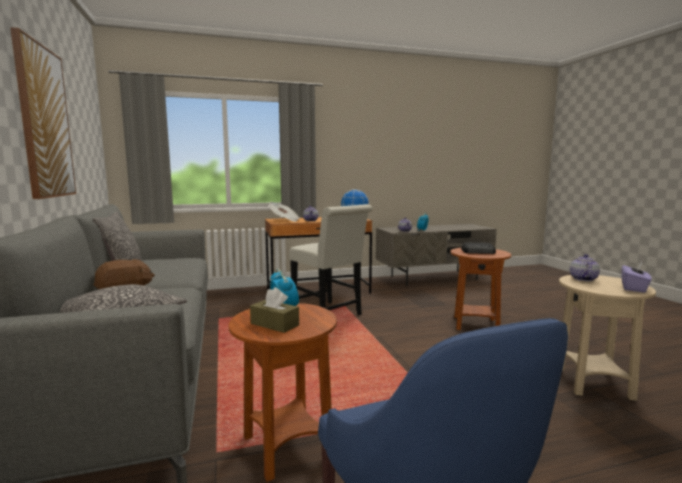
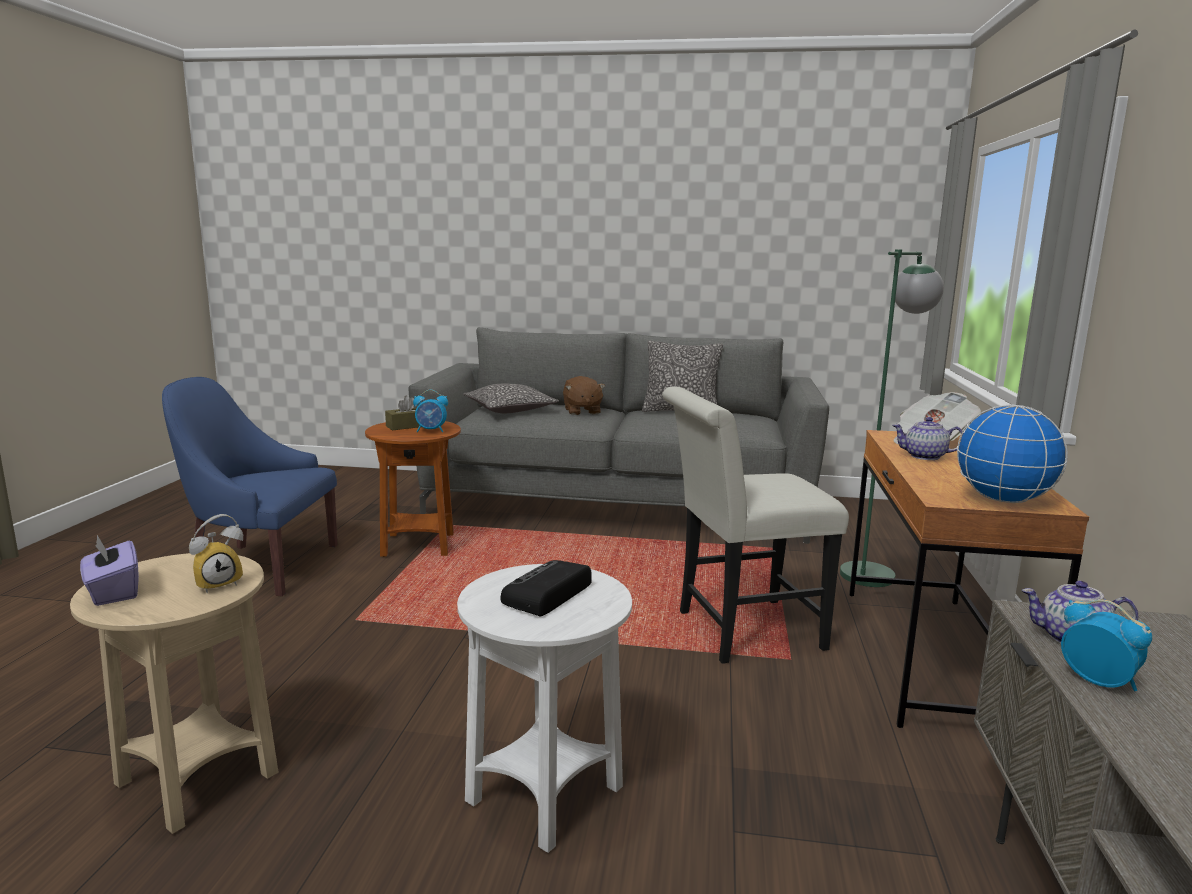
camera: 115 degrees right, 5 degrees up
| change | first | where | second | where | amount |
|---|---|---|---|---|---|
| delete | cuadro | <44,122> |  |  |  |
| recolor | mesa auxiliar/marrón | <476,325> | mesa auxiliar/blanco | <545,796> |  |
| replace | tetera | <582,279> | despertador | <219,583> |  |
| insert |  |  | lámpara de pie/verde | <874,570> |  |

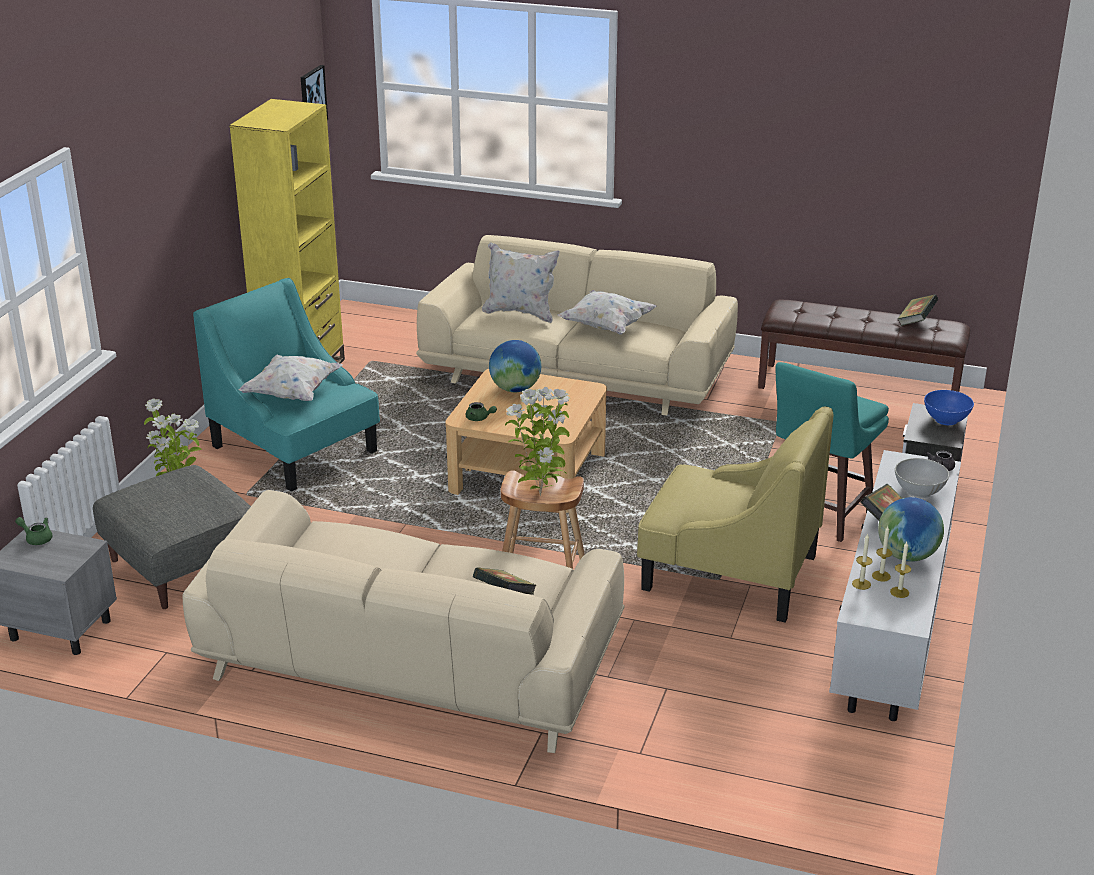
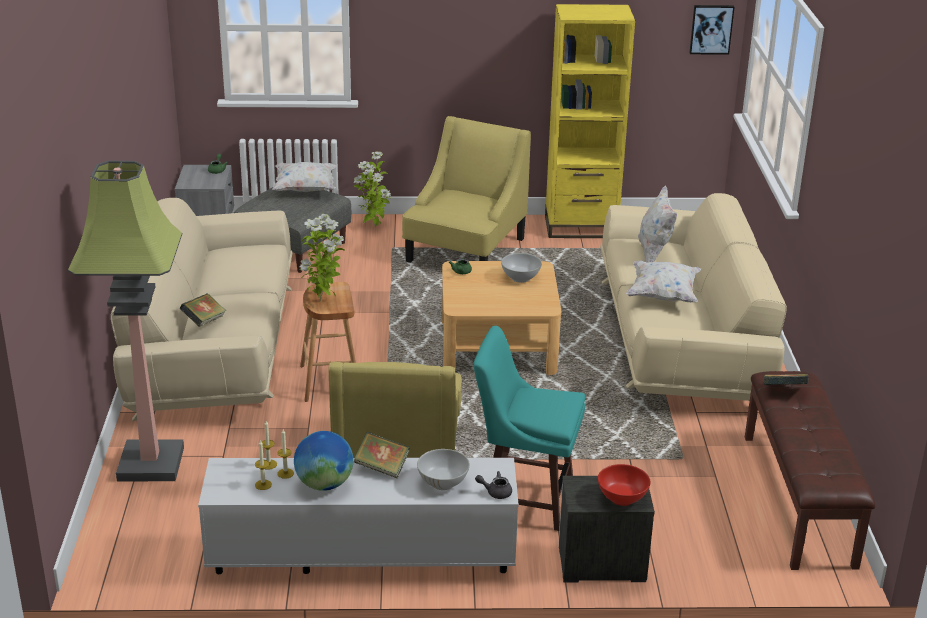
camera: 70 degrees right, 0 degrees up
| change | first | where | second | where | amount |
|---|---|---|---|---|---|
| recolor | sillón/turquesa | <295,449> | sillón/amarillo | <465,250> |  |
| move | cojín/blanco | <293,393> |  | <305,189> |  |
| replace | globo terráqueo | <515,389> | cuenco/blanco | <520,278> |  |
| move | libro | <916,321> |  | <784,391> |  |
| recolor | cuenco/azul | <946,420> | cuenco/rojo | <622,498> |  |
| insert |  |  | lámpara de pie | <150,463> |  |

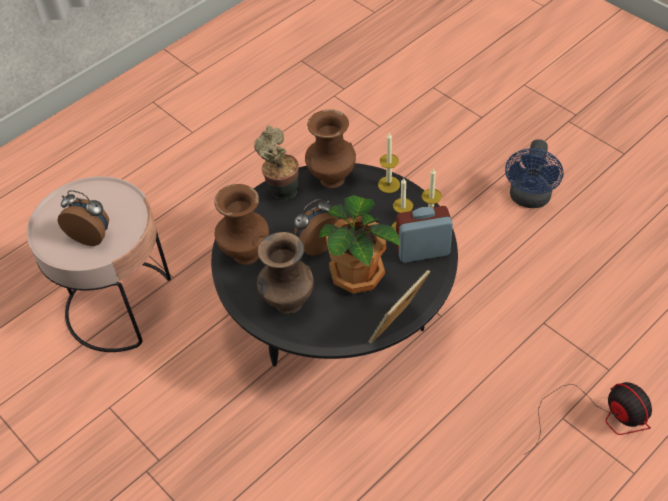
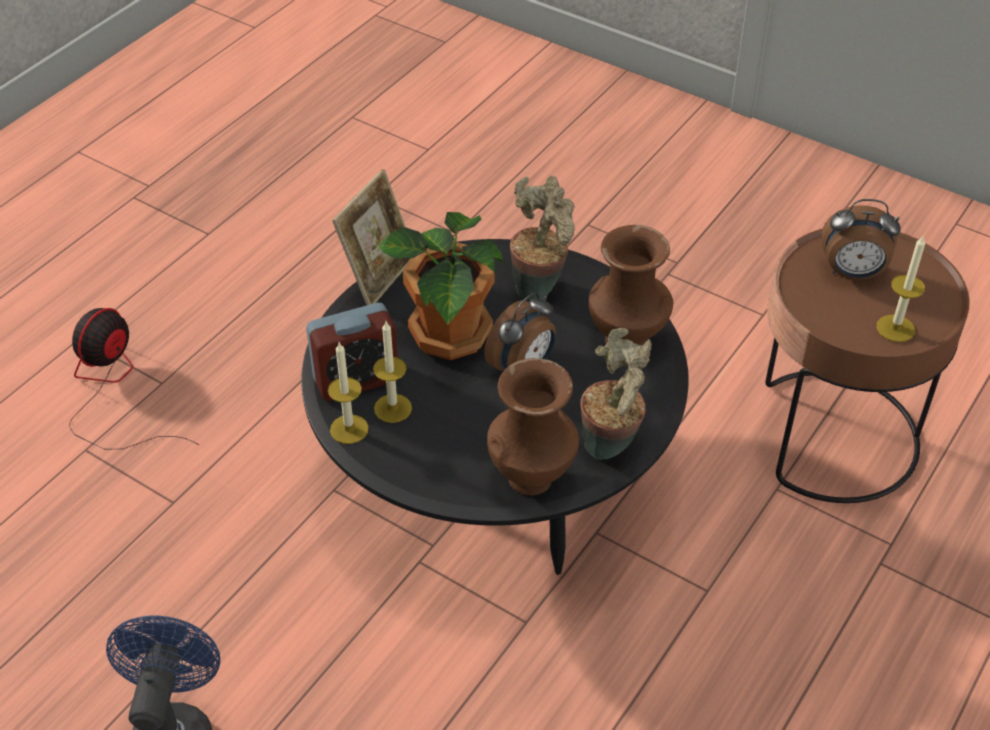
camera: 165 degrees right, 5 degrees down
| change | first | where | second | where | amount |
|---|---|---|---|---|---|
| recolor | mesa auxiliar/rosa | <121,305> | mesa auxiliar/marrón | <831,436> |  |
| replace | florero/marrón | <287,303> | planta en maceta | <539,286> |  |
| move | vela | <389,184> |  | <895,328> |  |
| rotate | ventilador | <598,417> |  | <113,390> | 75 degrees clockwise |

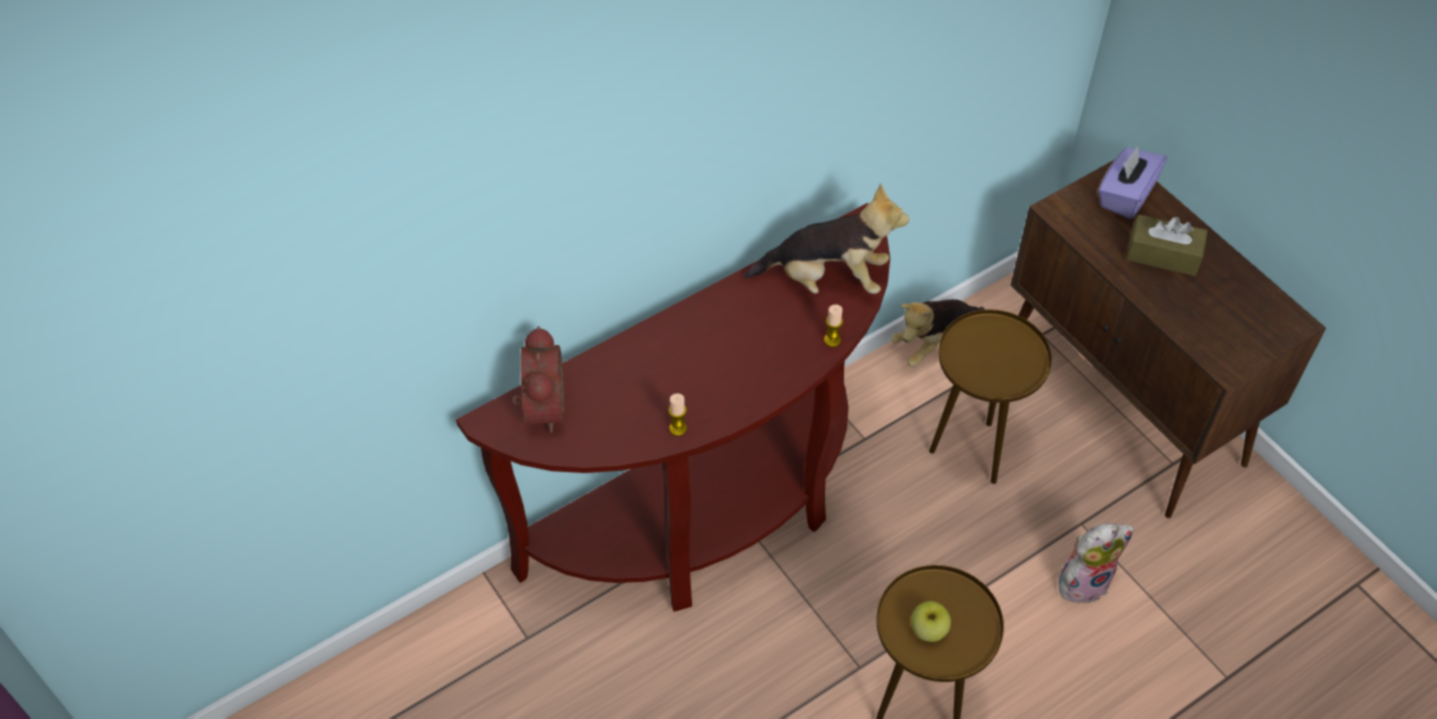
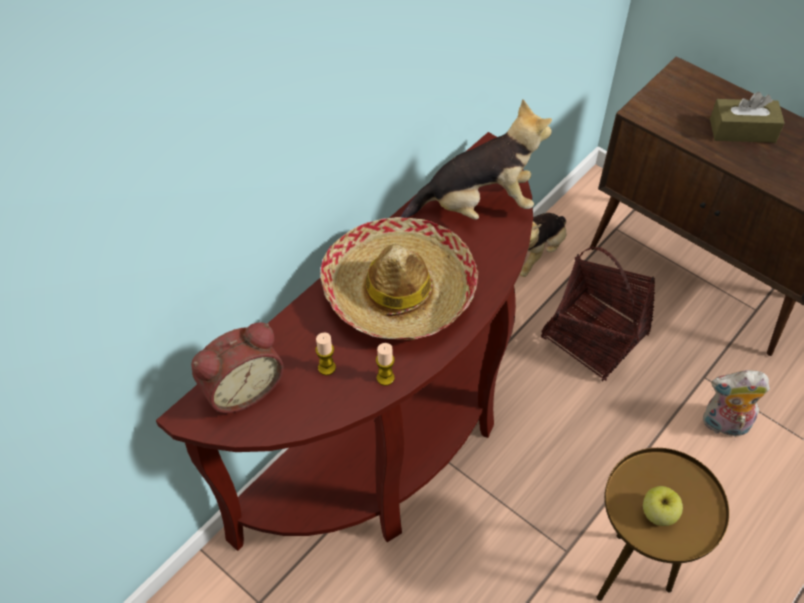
camera: 15 degrees left, 0 degrees up
| change | first | where | second | where | amount |
|---|---|---|---|---|---|
| rotate | despertador | <540,407> |  | <241,388> | 75 degrees clockwise |
| move | vela | <832,340> |  | <326,367> |  |
| replace | mesa auxiliar/marrón | <971,452> | cesta | <594,337> |  |
| rotate | peluche | <1083,580> |  | <724,425> | 135 degrees counterclockwise |
| delete | caja de pañuelos/morado | <1125,196> |  |  |  |
| insert |  |  | sombrero | <399,290> |  |

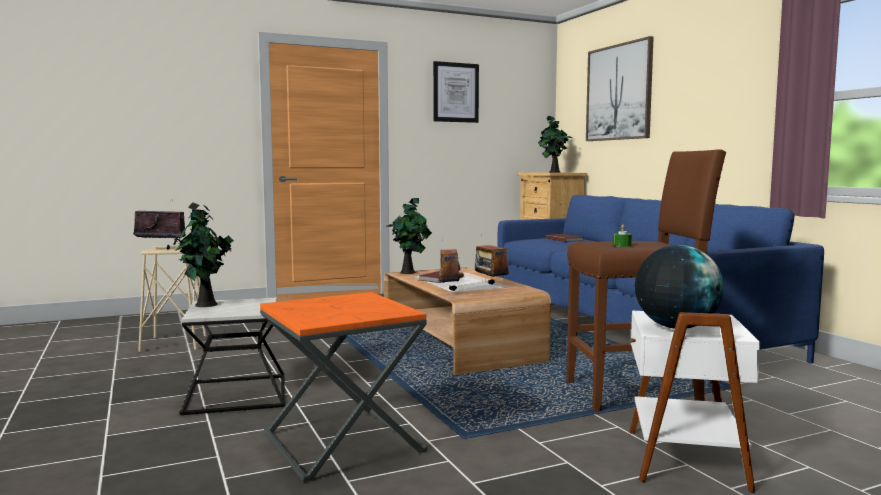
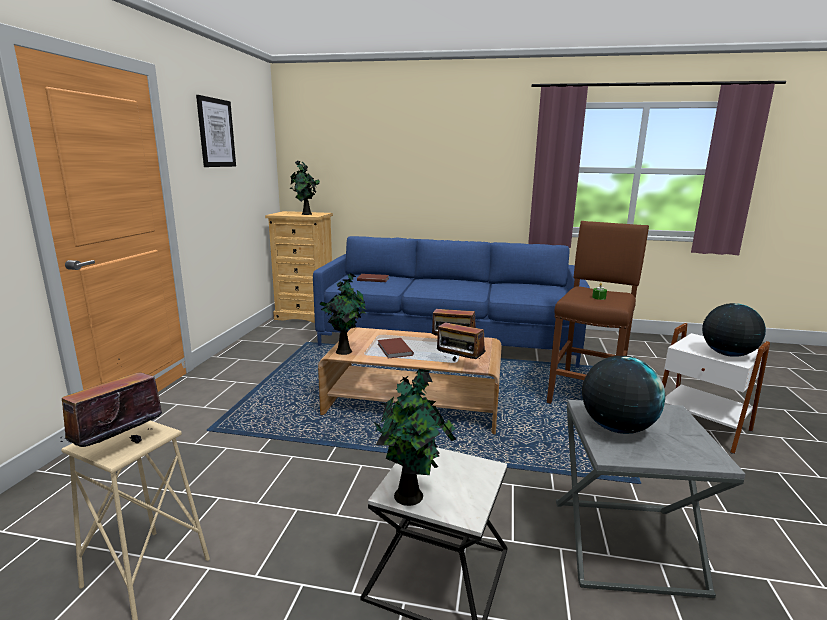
camera: 55 degrees left, 10 degrees up
| change | first | where | second | where | amount |
|---|---|---|---|---|---|
| recolor | mesa auxiliar/naranja | <342,443> | mesa auxiliar/gris | <625,545> |  |
| delete | cuadro | <619,92> |  |  |  |
| insert |  |  | globo terráqueo | <616,428> |  |

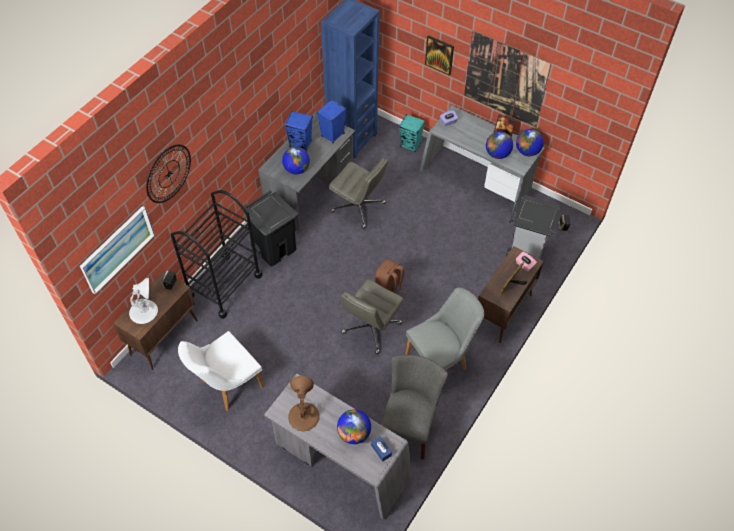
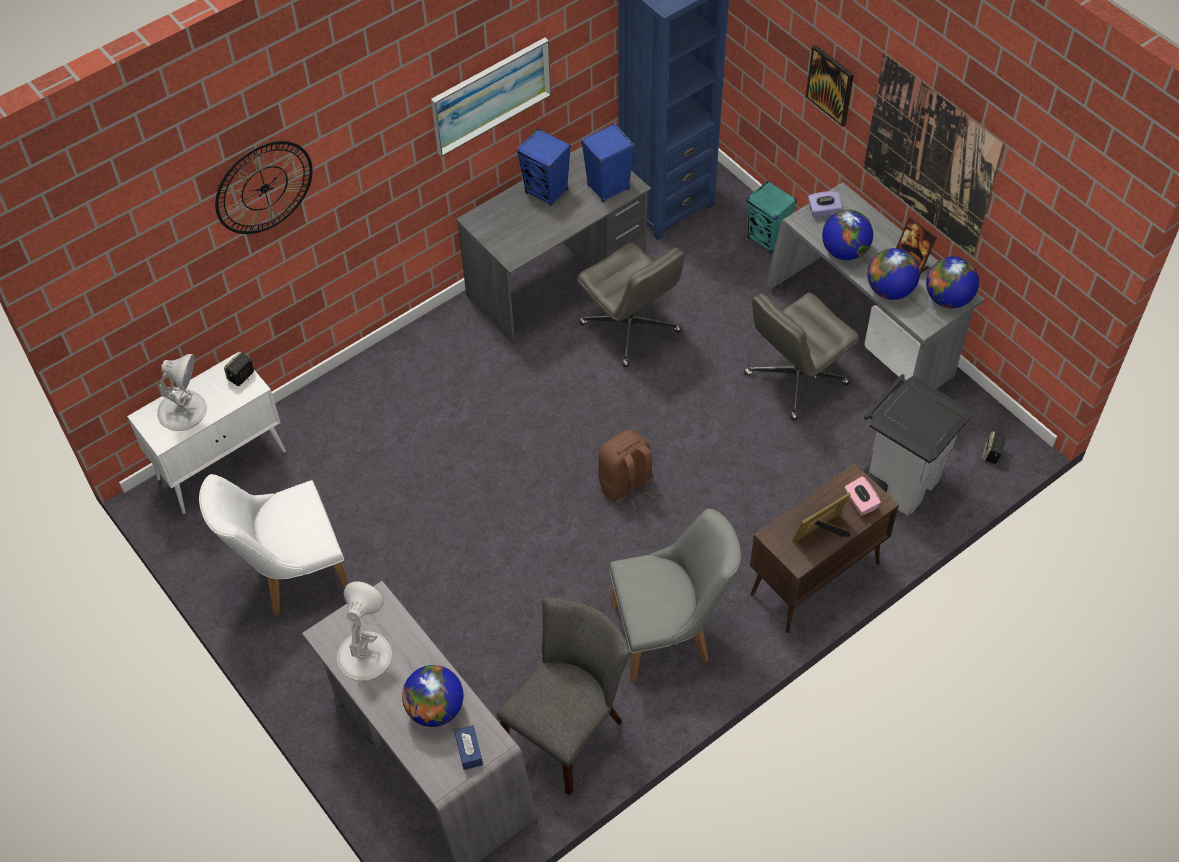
camera: 20 degrees right, 0 degrees up
| change | first | where | second | where | amount |
|---|---|---|---|---|---|
| move | cuadro | <117,249> |  | <491,95> |  |
| recolor | armario/marrón | <164,337> | armario/blanco | <223,464> |  |
| delete | carrito/negro | <224,285> |  |  |  |
| delete | papelera/negro | <275,248> |  |  |  |
| move | globo terráqueo | <296,169> |  | <844,251> |  |
| recolor | lámpara de mesa/marrón | <303,416> | lámpara de mesa/blanco | <364,654> |  |
| move | silla de oficina/gris | <371,329> |  | <795,380> |  |

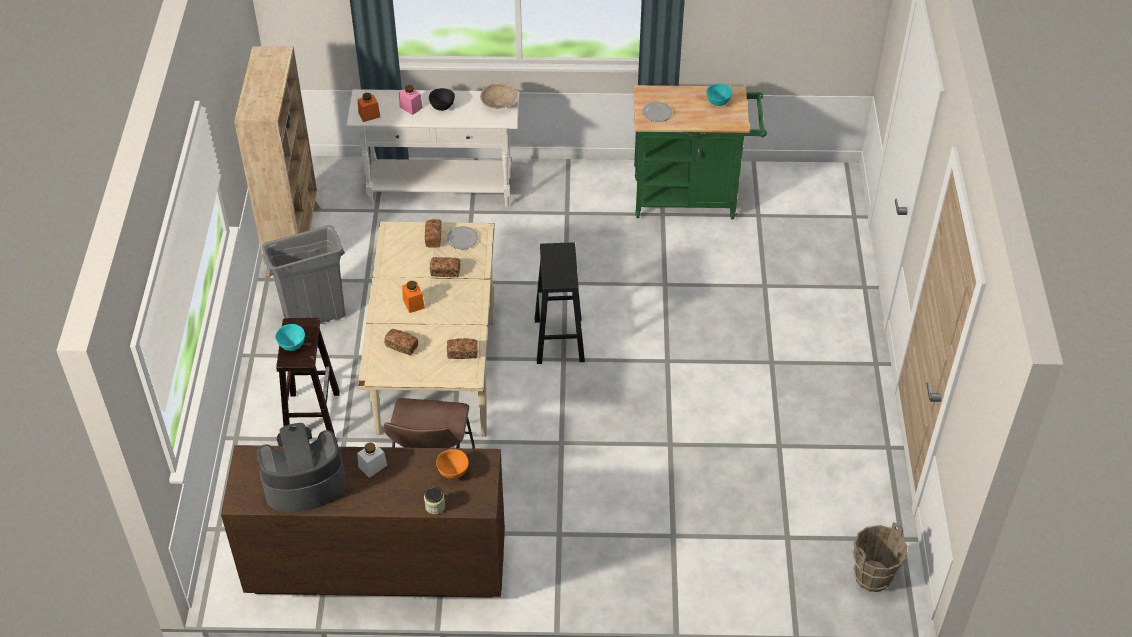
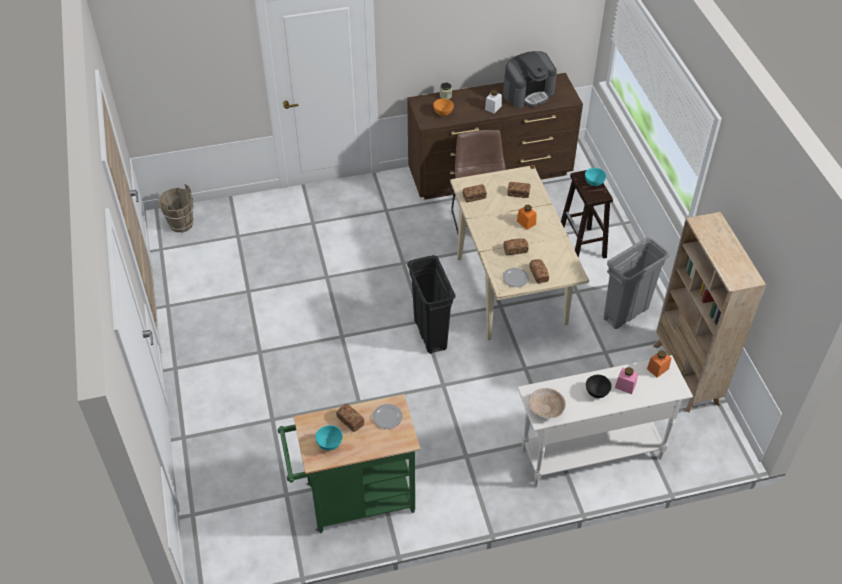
camera: 165 degrees right, 0 degrees up
| change | first | where | second | where | amount |
|---|---|---|---|---|---|
| replace | taburete/negro | <559,341> | papelera/negro | <430,334> |  |
| insert |  |  | pan | <350,421> |  |

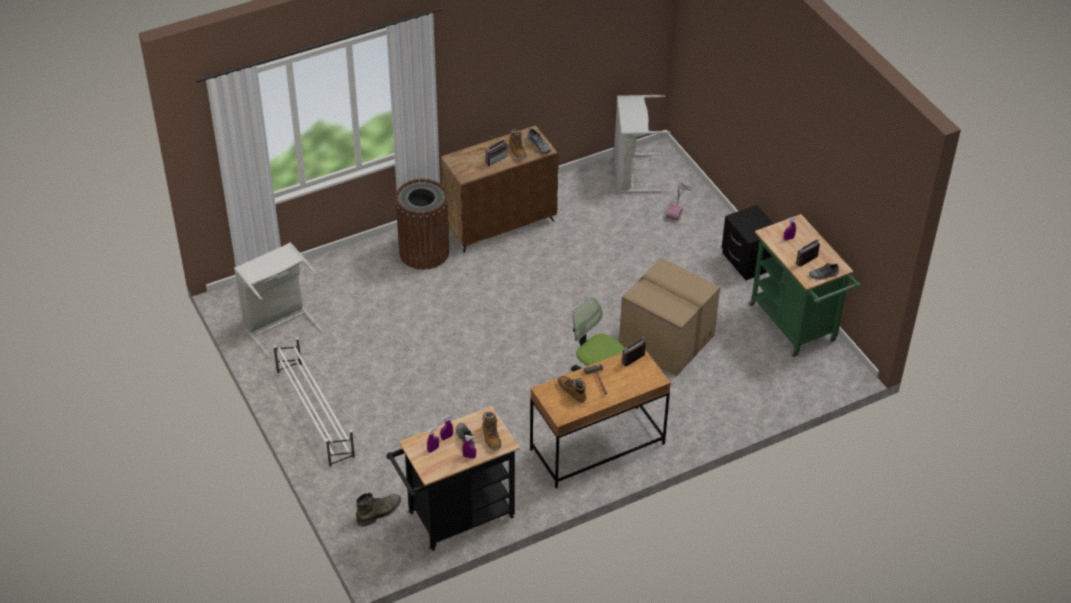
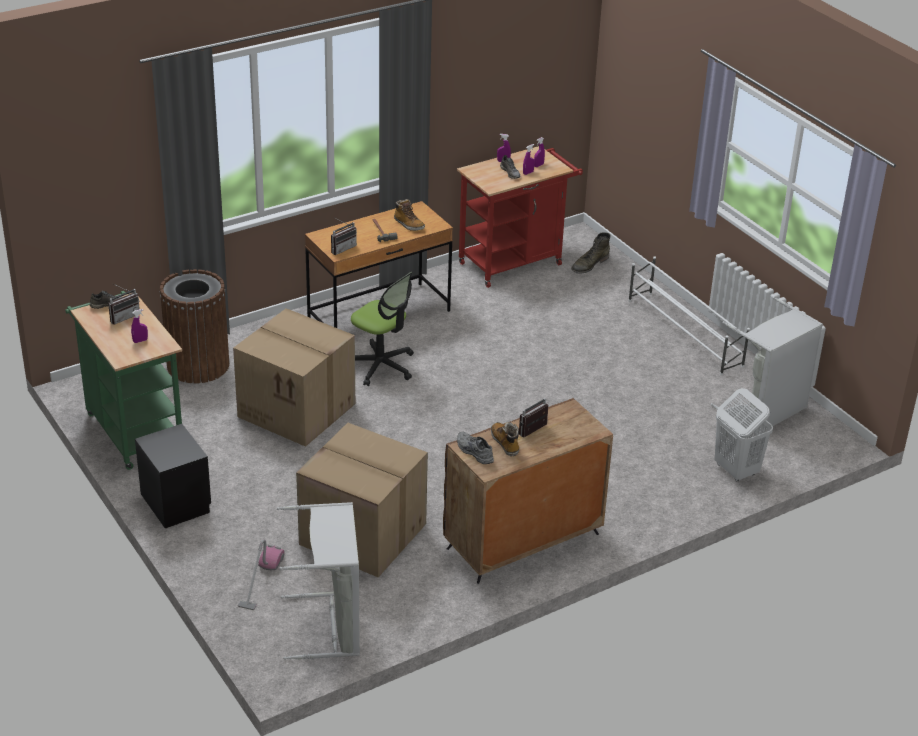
camera: 175 degrees right, 10 degrees down
| change | first | where | second | where | amount |
|---|---|---|---|---|---|
| recolor | carrito/negro | <455,518> | carrito/rojo | <515,262> |  |
| move | papelera/marrón | <424,252> |  | <198,365> |  |
| delete | bota | <491,437> |  |  |  |
| insert |  |  | caja de cartón | <361,534> |  |
| insert |  |  | cesto de la ropa/blanco | <735,470> |  |

